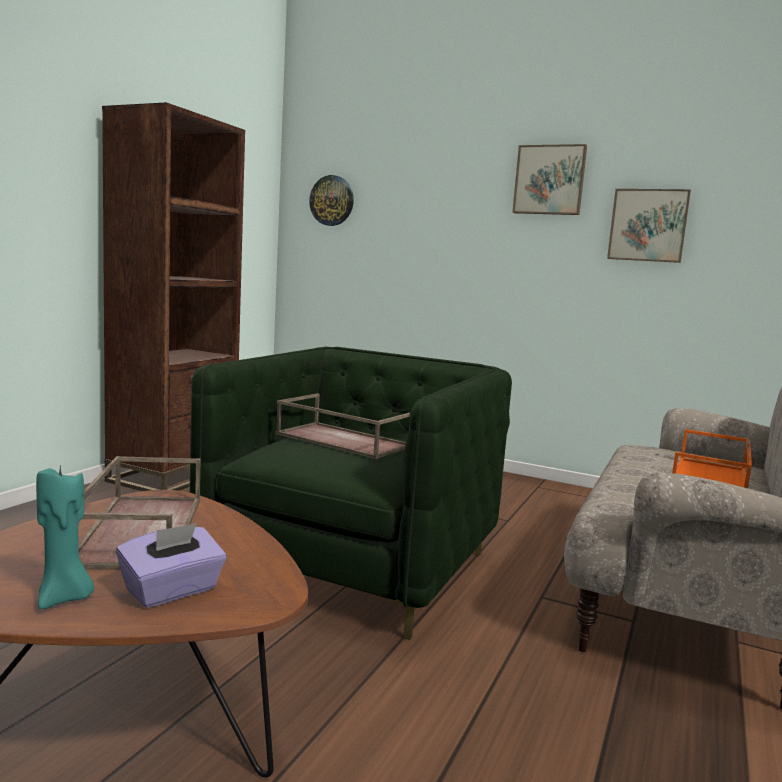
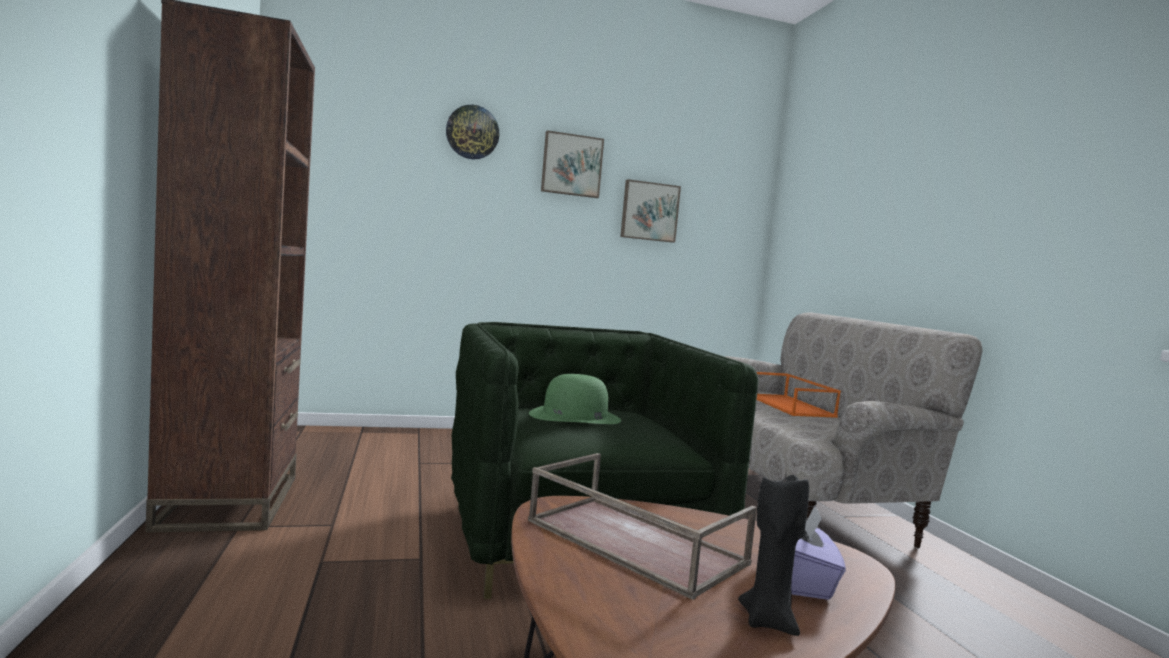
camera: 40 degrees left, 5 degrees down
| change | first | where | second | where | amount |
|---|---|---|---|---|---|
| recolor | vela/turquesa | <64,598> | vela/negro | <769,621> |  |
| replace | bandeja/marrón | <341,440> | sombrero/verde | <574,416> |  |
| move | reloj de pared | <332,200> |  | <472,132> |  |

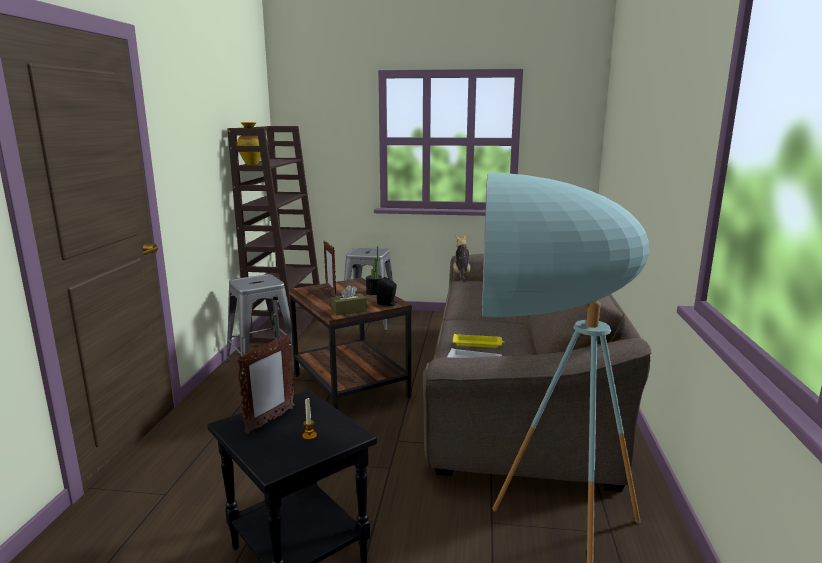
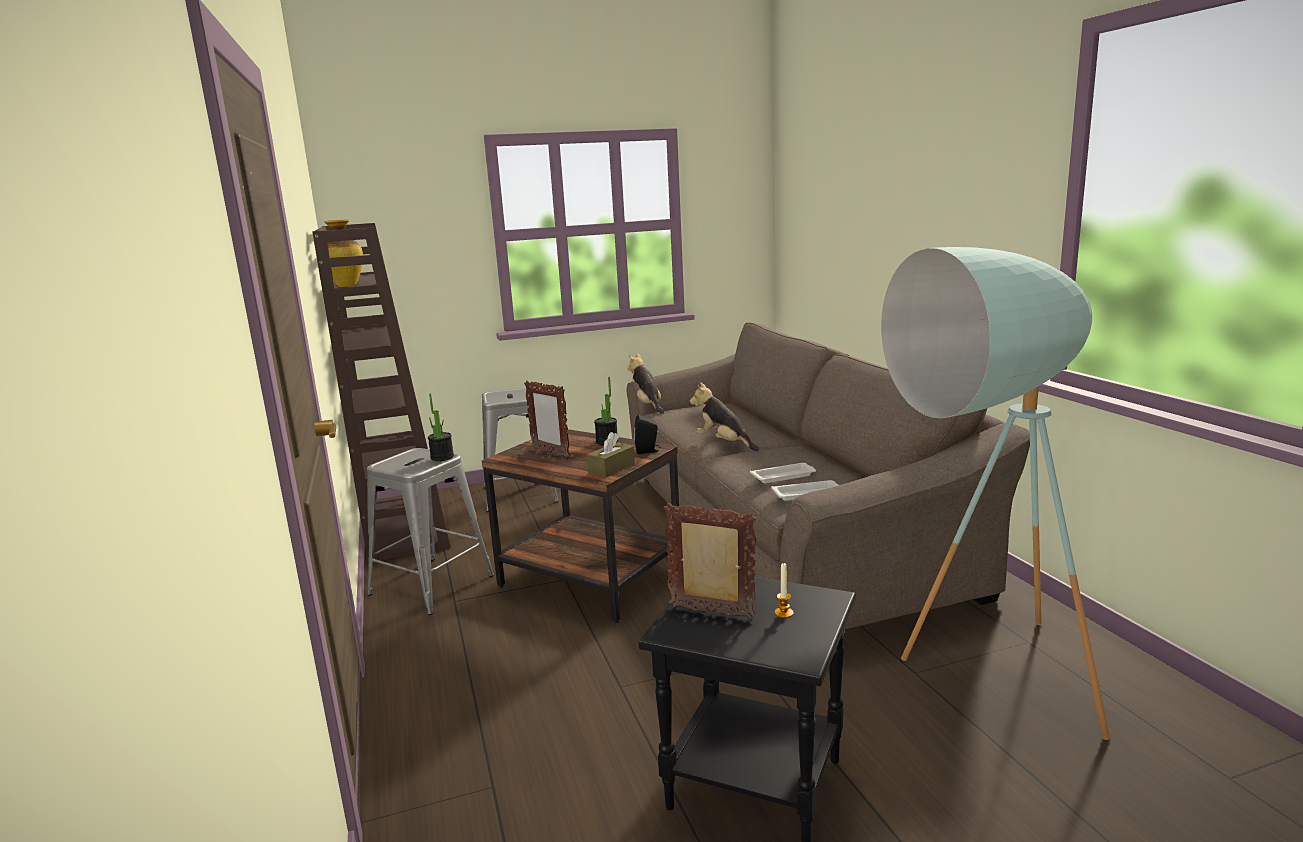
camera: 25 degrees left, 0 degrees up
| change | first | where | second | where | amount |
|---|---|---|---|---|---|
| rotate | portarretratos | <270,421> |  | <712,613> | 75 degrees counterclockwise |
| recolor | bandeja/amarillo | <478,344> | bandeja/blanco | <784,476> |  |
| insert |  |  | planta en maceta | <442,457> |  |
| insert |  |  | peluche | <724,443> |  |

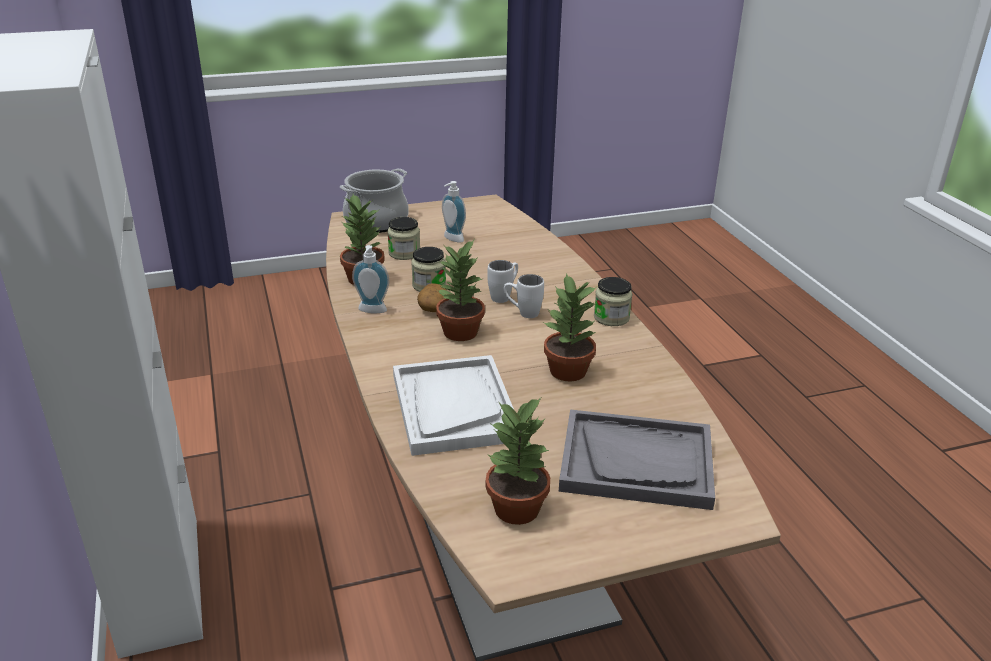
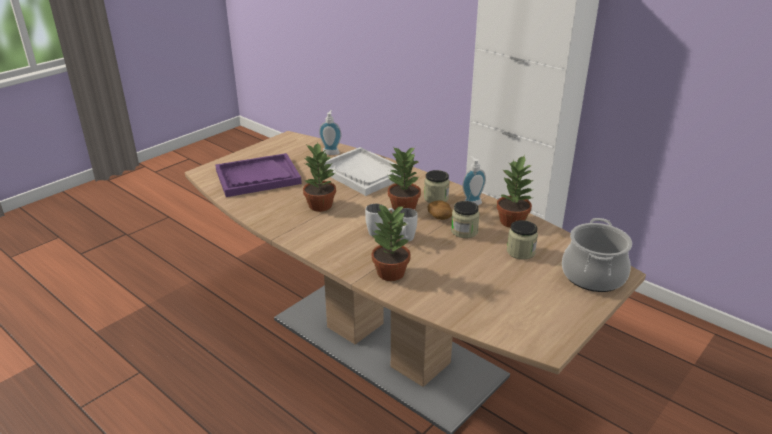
camera: 150 degrees right, 0 degrees up
| change | first | where | second | where | amount |
|---|---|---|---|---|---|
| move | dispensador de jabón | <451,239> |  | <331,152> |  |
| move | planta en maceta | <518,509> |  | <390,273> |  |
| recolor | bandeja/gris | <637,462> | bandeja/morado | <258,177> |  |
| move | tarro | <611,317> |  | <436,198> |  |

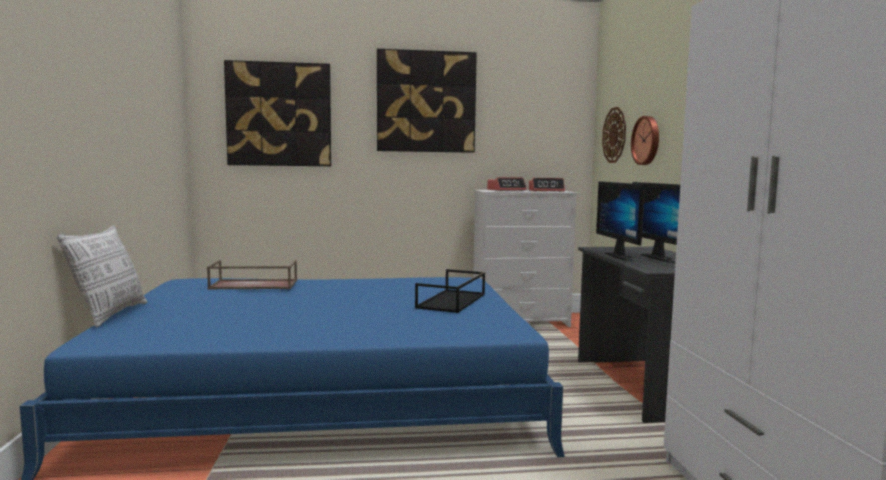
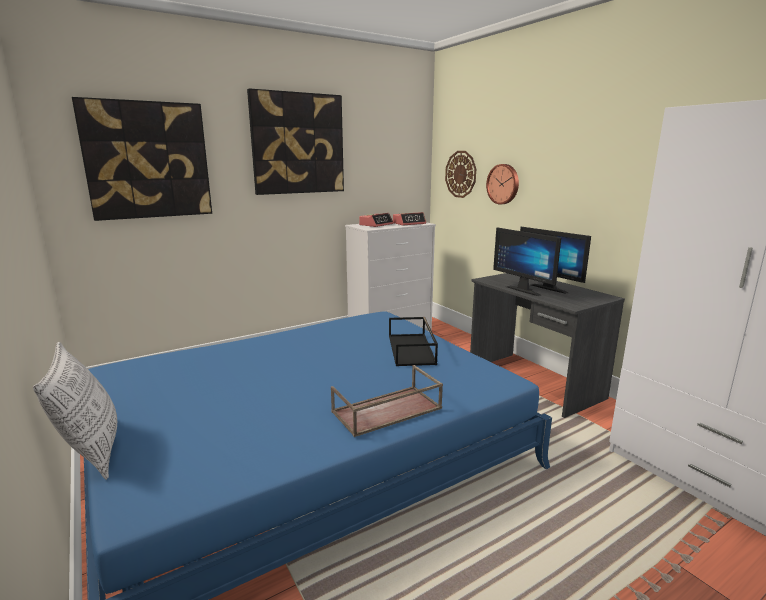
camera: 25 degrees left, 10 degrees up
| change | first | where | second | where | amount |
|---|---|---|---|---|---|
| move | bandeja/marrón | <253,285> |  | <386,411> |  |

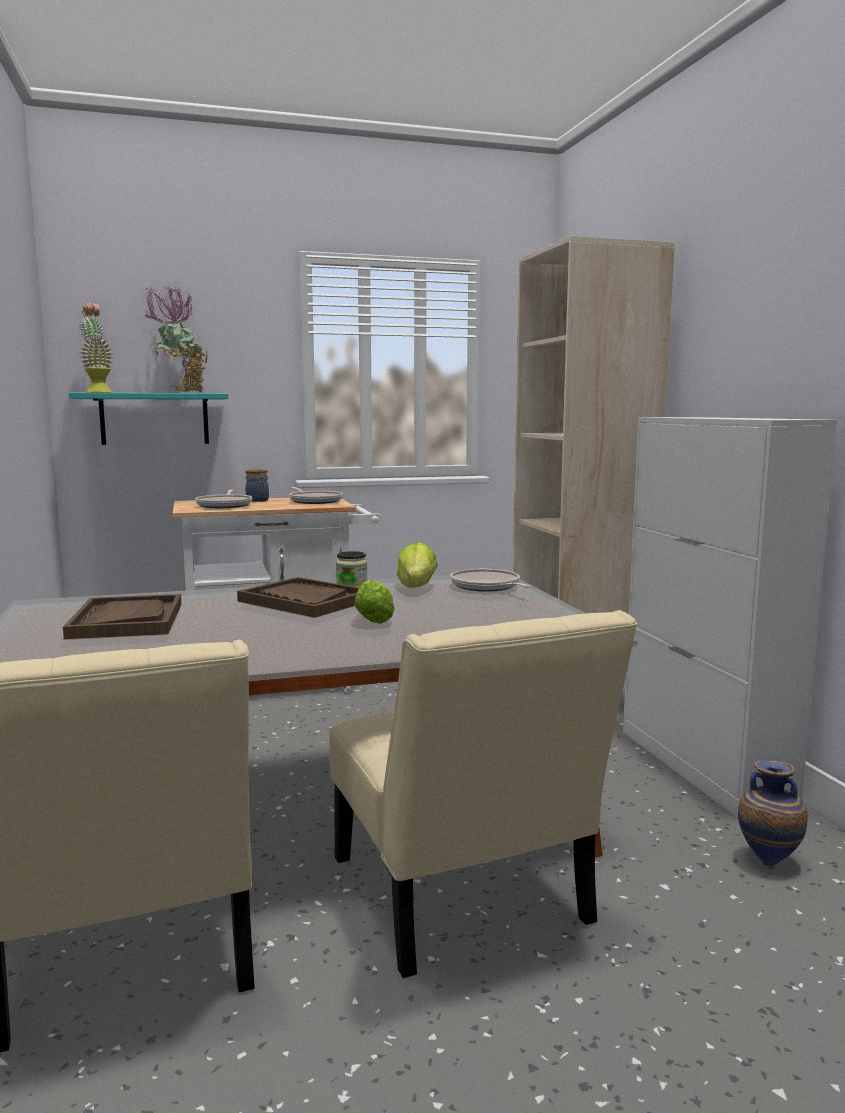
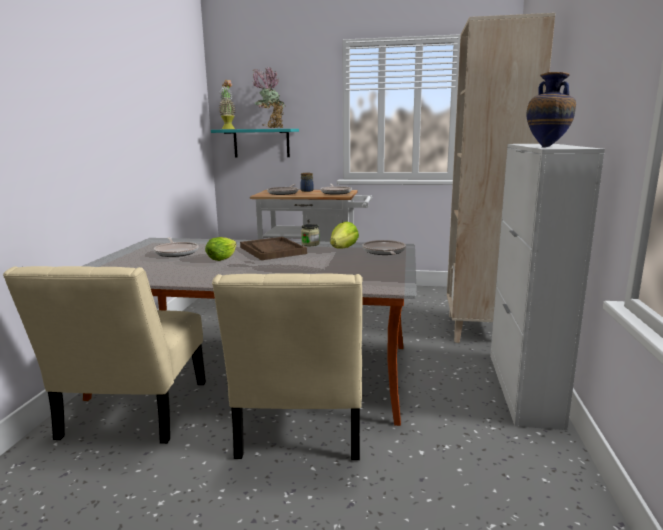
camera: 25 degrees right, 5 degrees up
| change | first | where | second | where | amount |
|---|---|---|---|---|---|
| replace | bandeja/marrón | <127,620> | sartén | <176,252> |  |
| move | lechuga | <374,618> |  | <223,257> |  |
| move | florero | <768,861> |  | <547,147> |  |

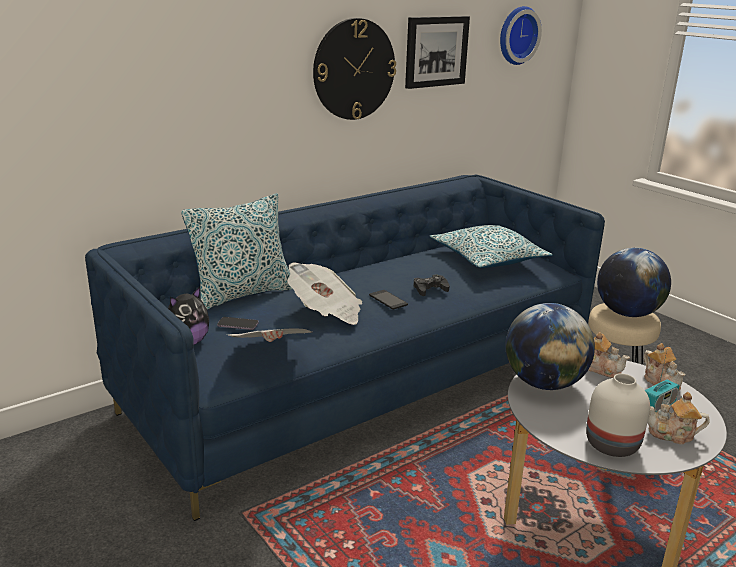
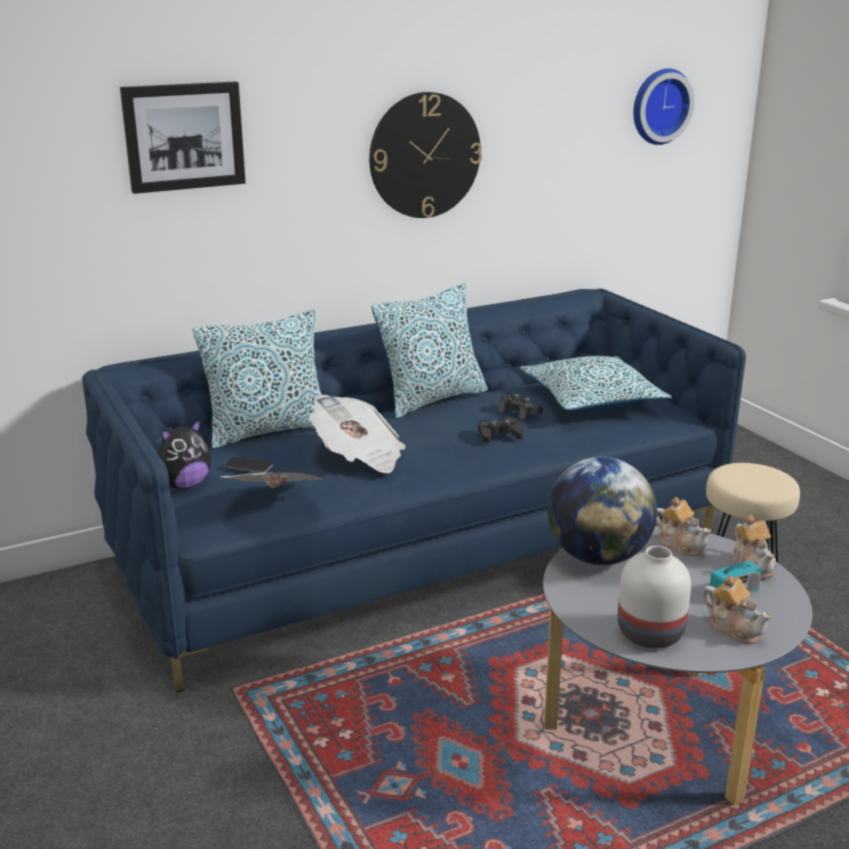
camera: 10 degrees right, 0 degrees up
| change | first | where | second | where | amount |
|---|---|---|---|---|---|
| delete | móvil | <388,300> |  |  |  |
| move | cuadro | <435,51> |  | <184,136> |  |
| delete | globo terráqueo | <627,313> |  |  |  |
| rotate | tetera | <672,435> |  | <734,628> | 150 degrees counterclockwise |
| insert |  |  | cojín | <432,399> |  |
| insert |  |  | mando de consola/negro | <519,412> |  |

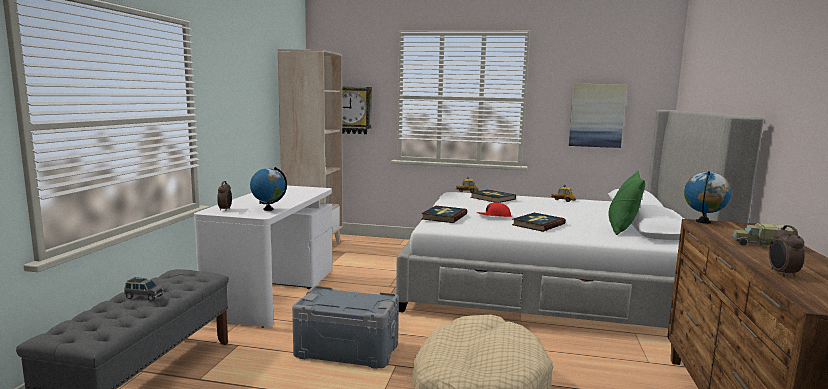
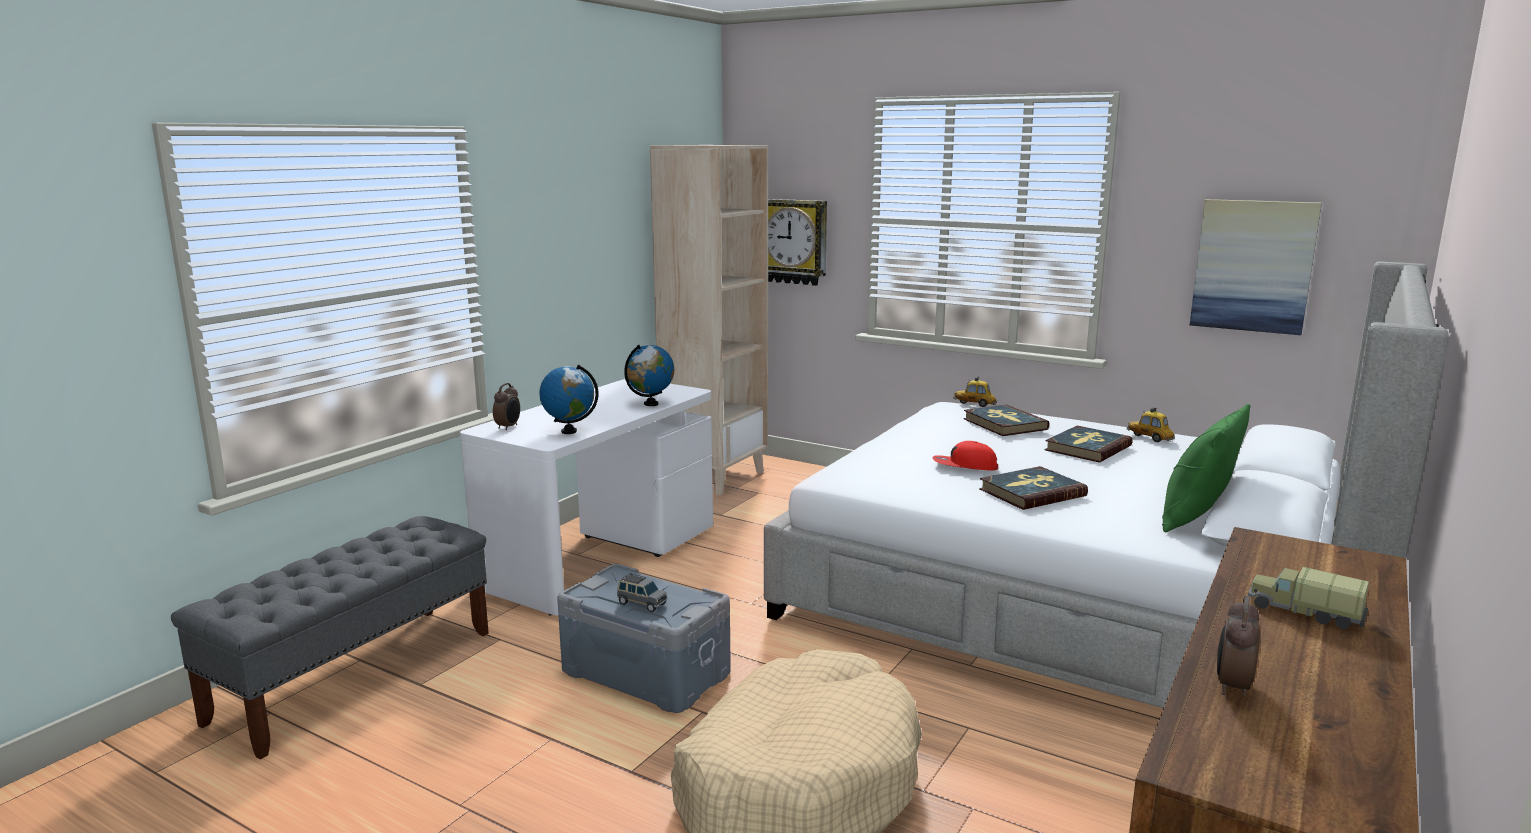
camera: 20 degrees right, 5 degrees up
| change | first | where | second | where | amount |
|---|---|---|---|---|---|
| move | coche de juguete/gris | <144,297> |  | <641,604> |  |
| move | libro | <444,216> |  | <1087,448> |  |
| move | globo terráqueo | <703,222> |  | <651,404> |  |

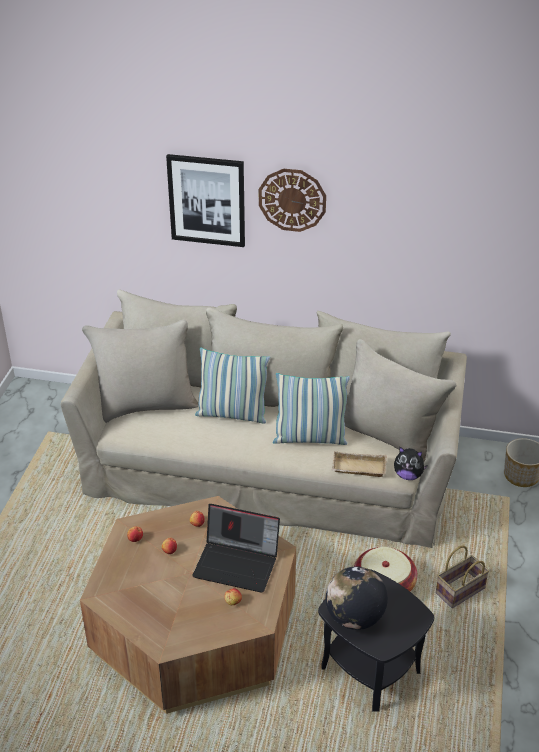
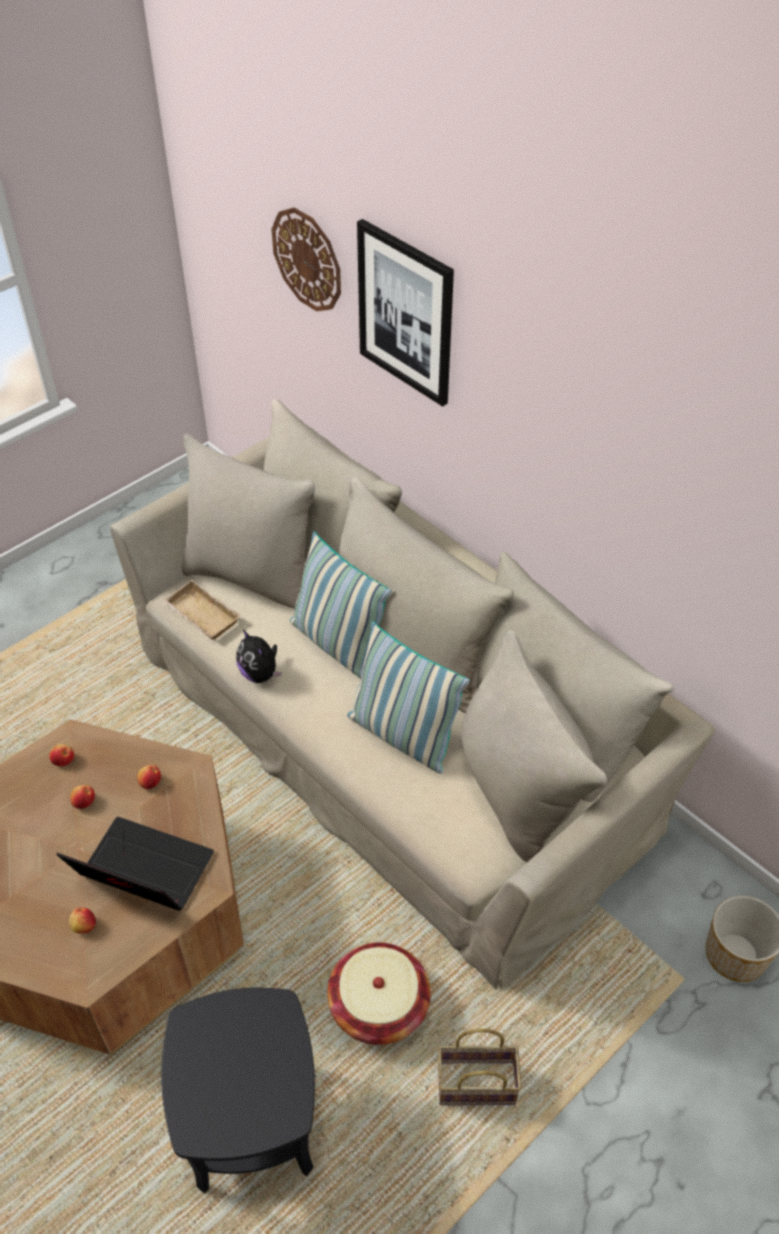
camera: 35 degrees right, 10 degrees up
| change | first | where | second | where | amount |
|---|---|---|---|---|---|
| rotate | portátil | <238,563> |  | <141,872> | 150 degrees clockwise |
| move | reloj de pared | <292,199> |  | <307,259> |  |
| delete | globo terráqueo | <354,617> |  |  |  |
| move | bandeja/beis | <358,468> |  | <200,615> |  |
| move | peluche | <408,475> |  | <260,674> |  |

